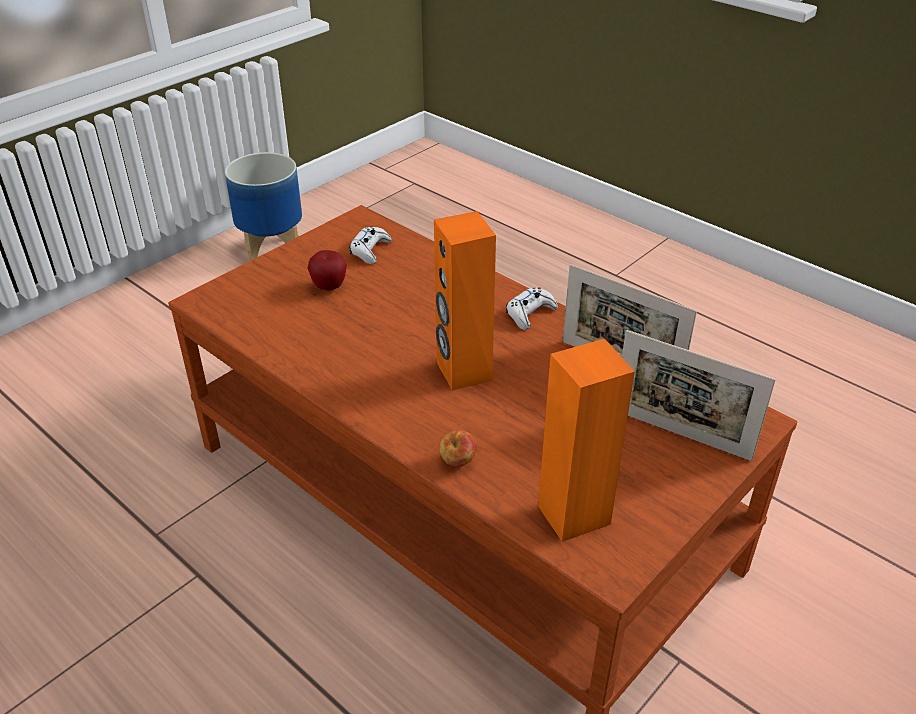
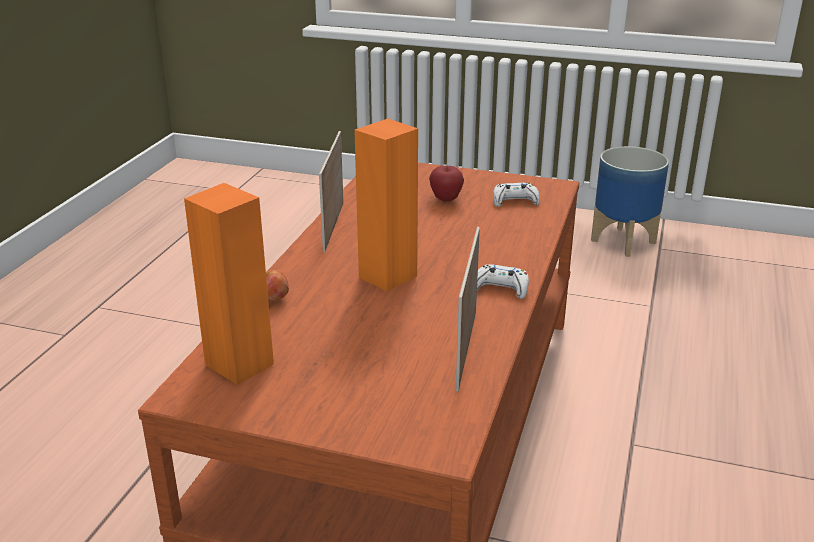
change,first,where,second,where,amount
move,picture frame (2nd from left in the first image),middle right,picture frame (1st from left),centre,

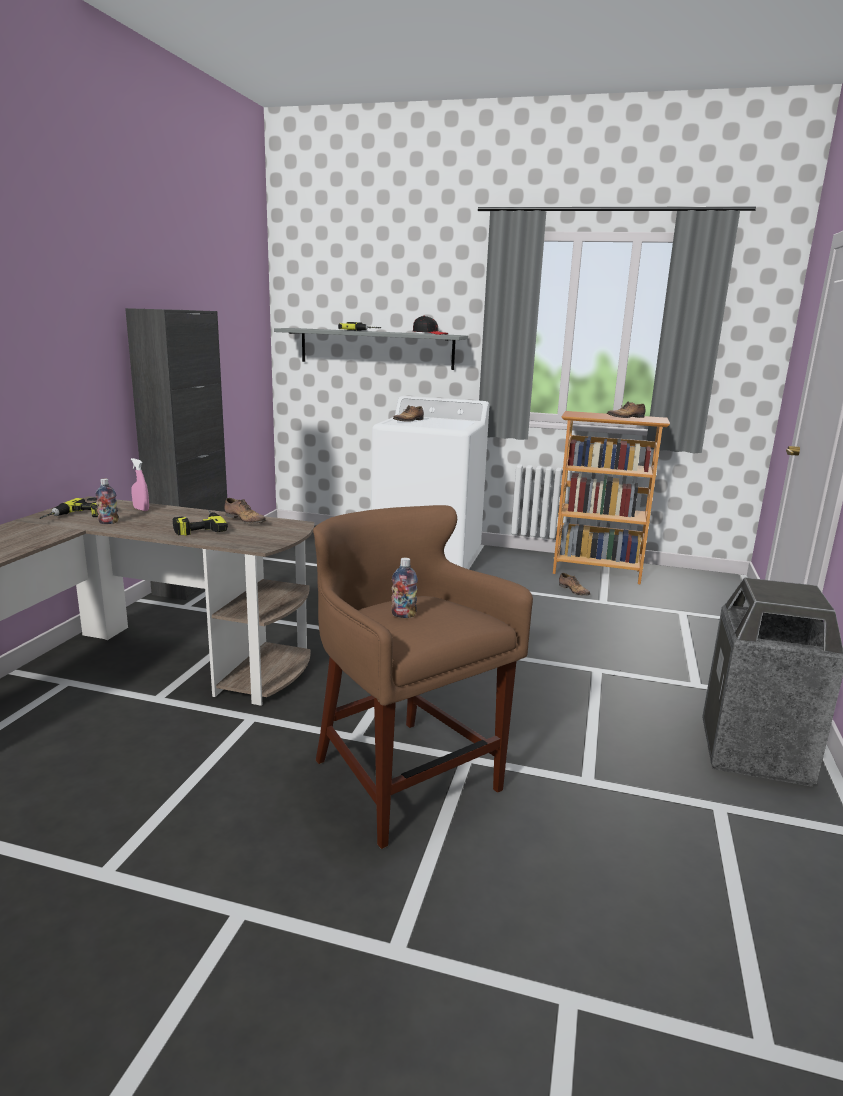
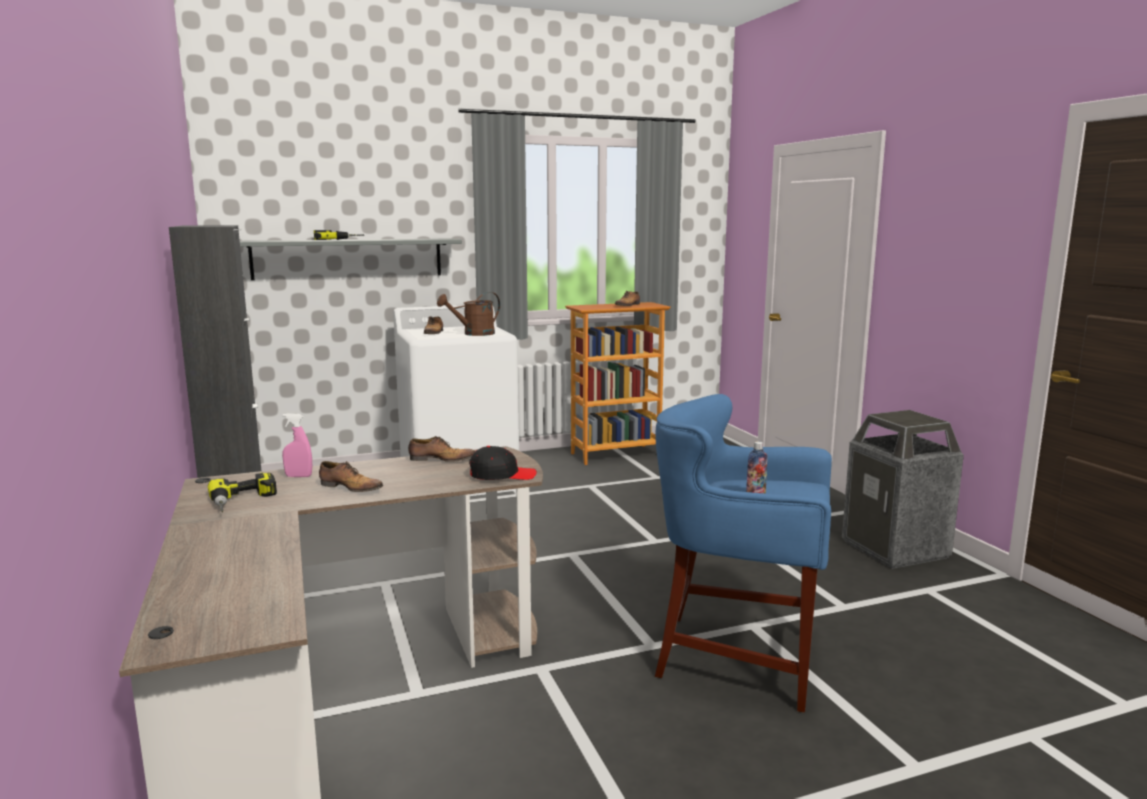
change,first,where,second,where,amount
move,shoe (3rd from left in the first image),middle right,shoe (1st from left),middle left,
insert,,,brown watering can,centre,
move,black cap,top centre,,centre,
recolor,brown stool,centre,blue stool,bottom centre,
delete,bottle (1st from left),middle left,,,
delete,power drill (2nd from left),middle left,,,

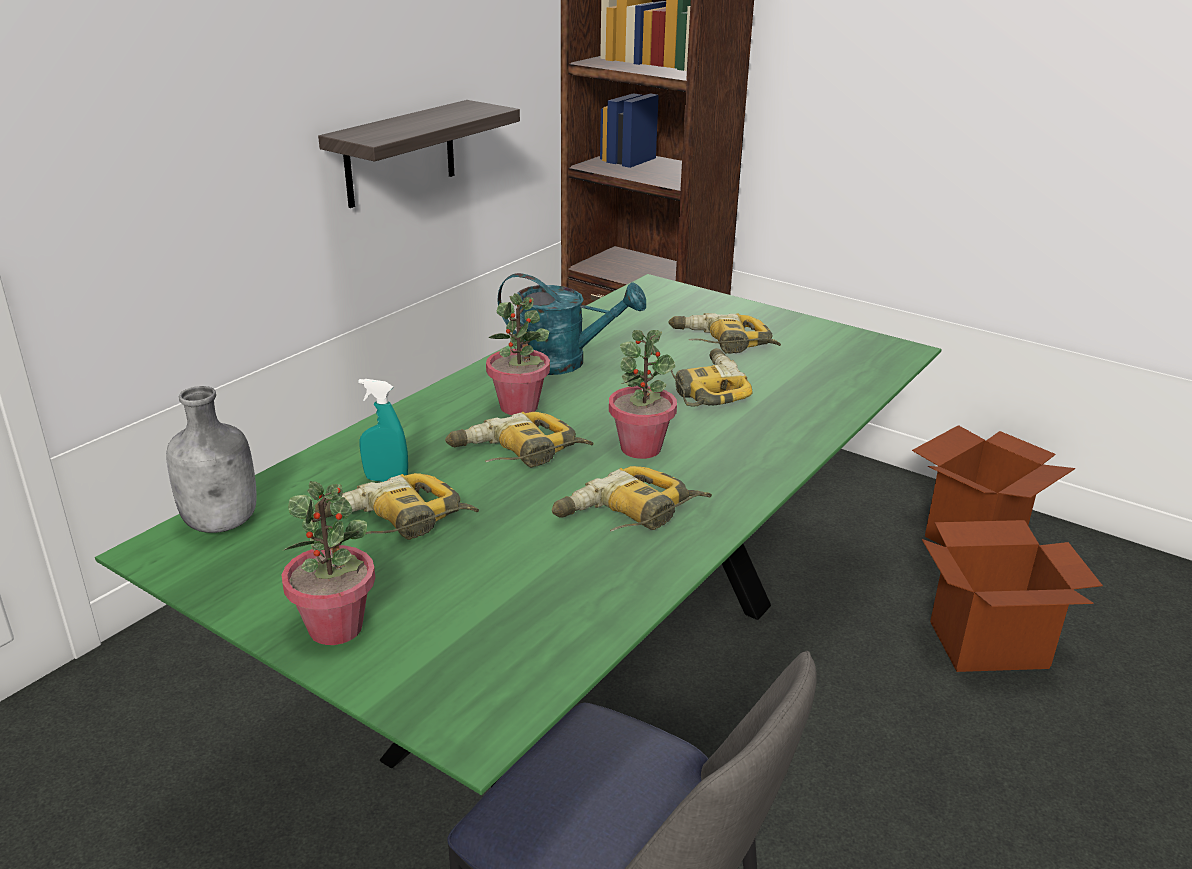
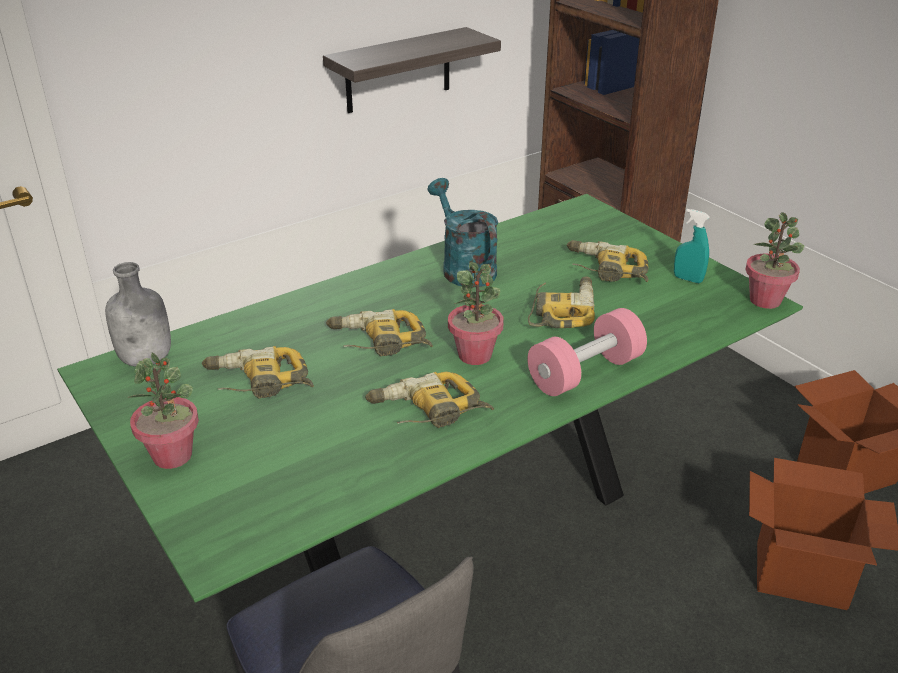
change,first,where,second,where,amount
rotate,turquoise watering can,centre,,centre,150 degrees counterclockwise
insert,,,pink dumbbell,centre,
move,turquoise spray bottle,middle left,,middle right,
move,potted plant (2nd from left in the first image),centre,potted plant (3rd from left),middle right,

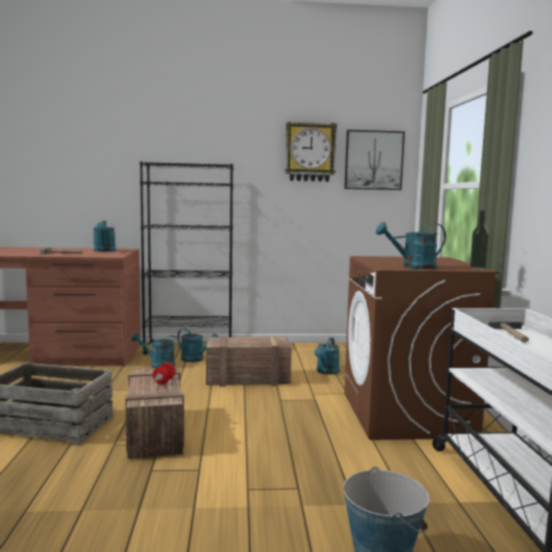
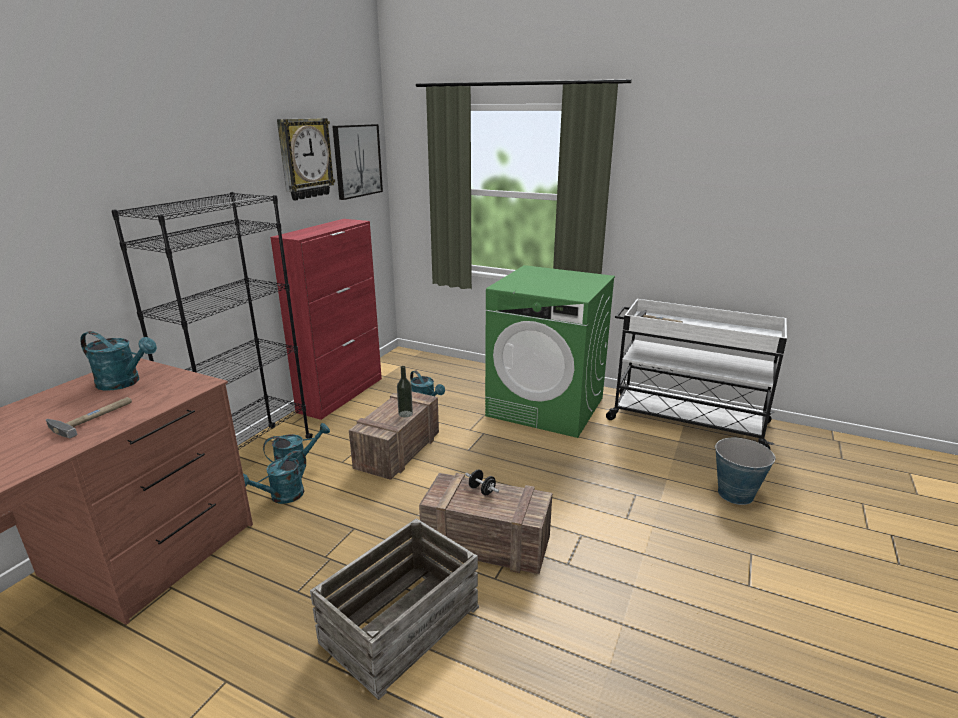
change,first,where,second,where,amount
insert,,,red cabinet,centre,
move,bottle,middle right,,centre,
recolor,red dumbbell,bottom left,black dumbbell,bottom centre,
recolor,brown washing machine,middle right,green washing machine,centre,
delete,turquoise watering can (5th from left),middle right,,,

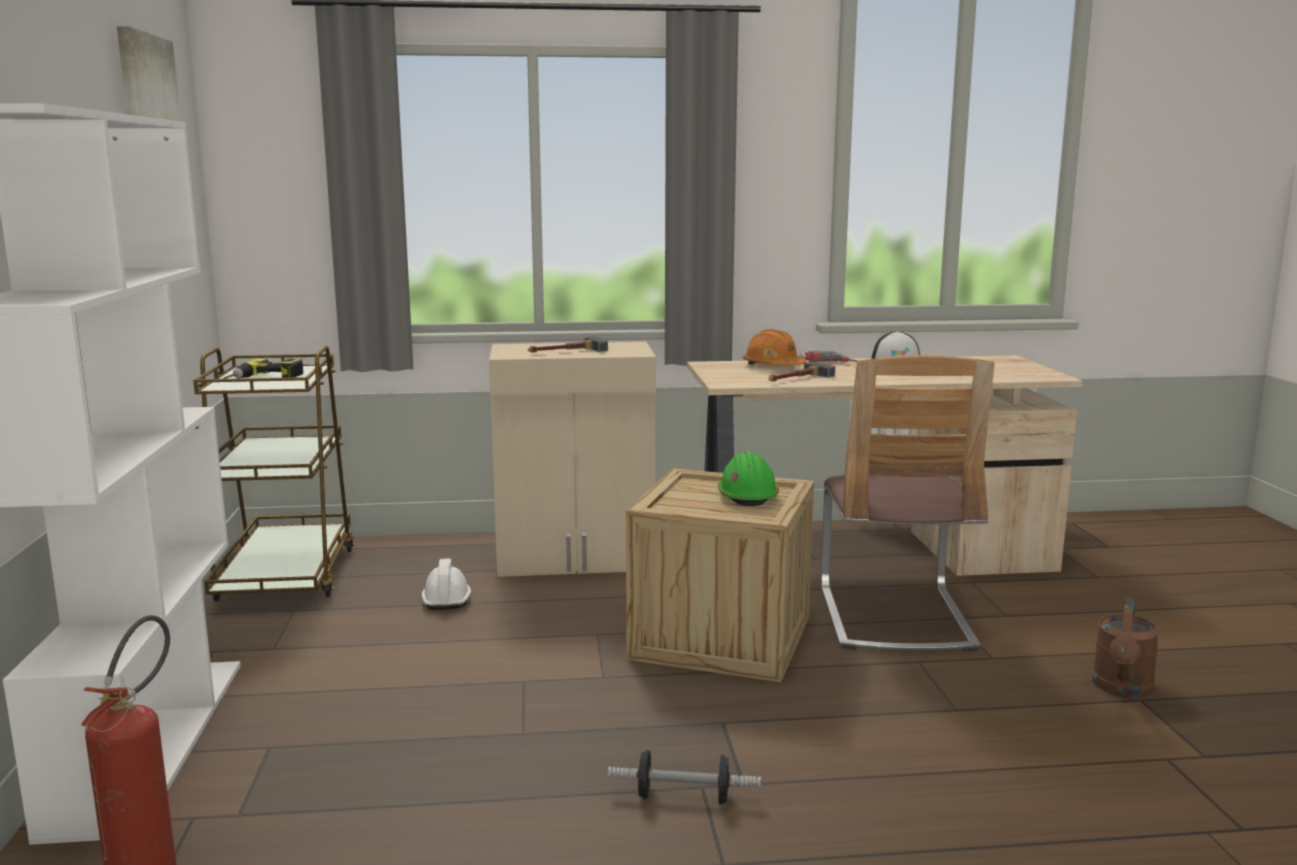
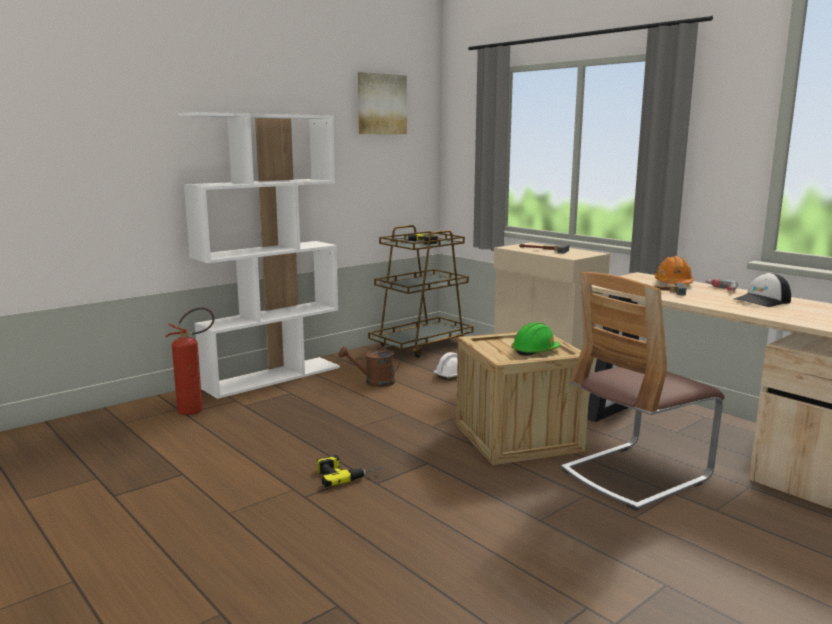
change,first,where,second,where,amount
replace,dumbbell,bottom centre,power drill (1st from left),bottom centre,
move,brown watering can,bottom right,,centre,

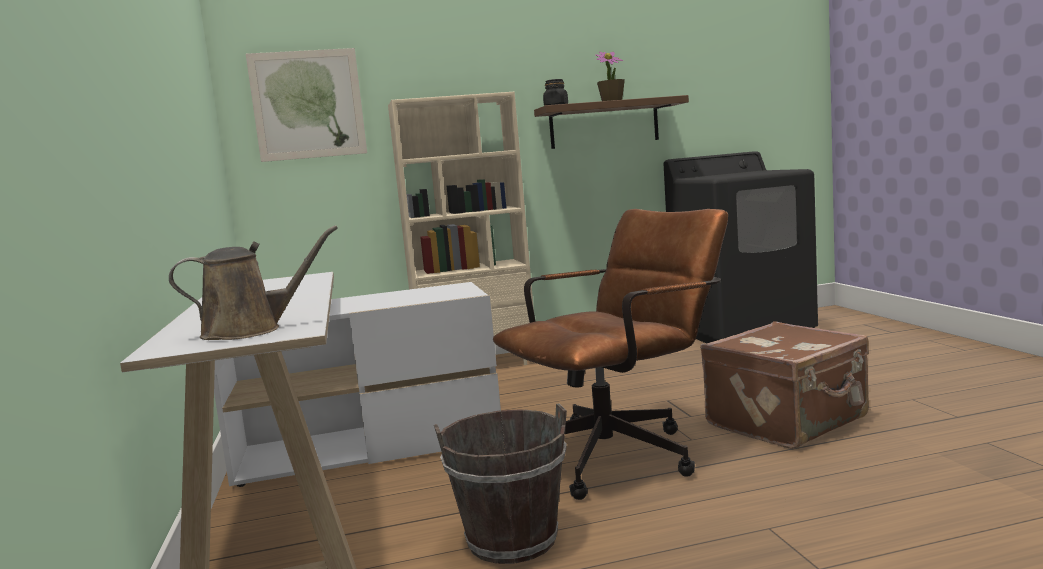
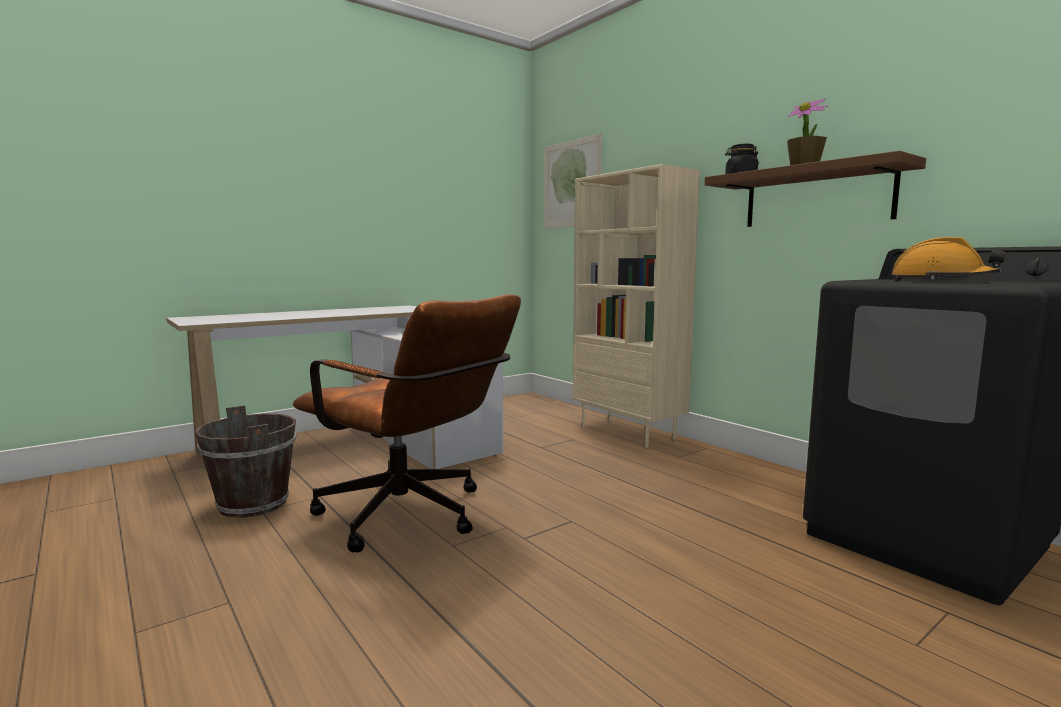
change,first,where,second,where,amount
insert,,,orange hard hat,middle right,
delete,brown watering can,middle left,,,
delete,brown suitcase,bottom right,,,

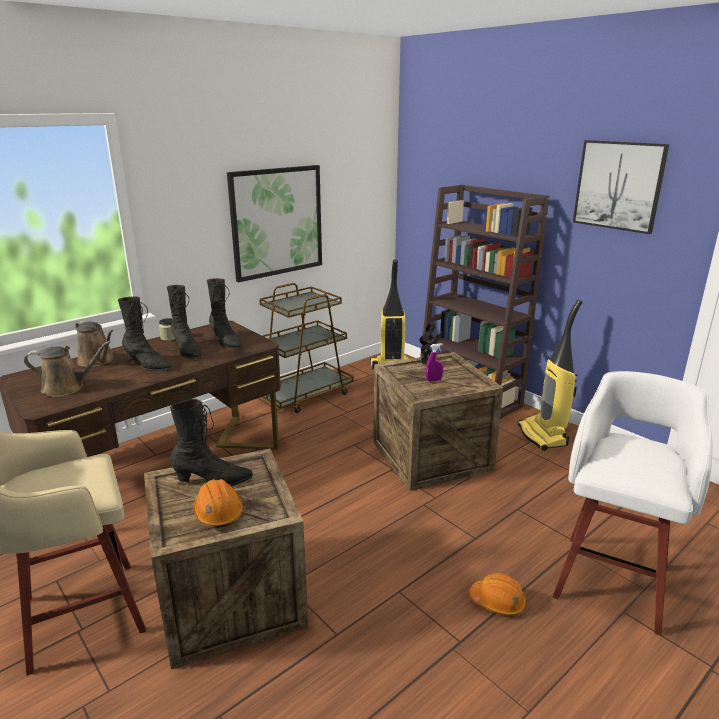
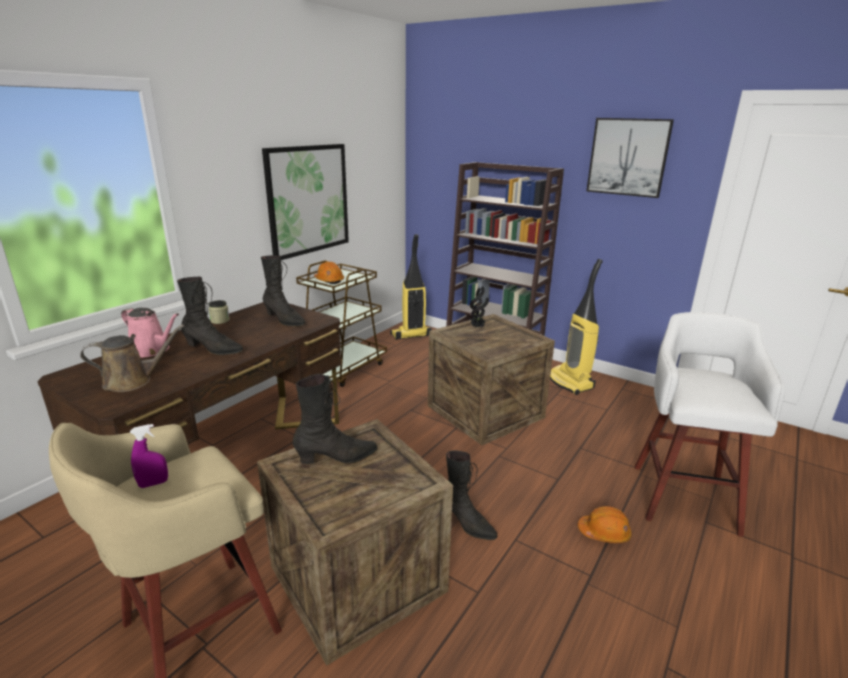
change,first,where,second,where,amount
recolor,brown watering can (2nd from left),middle left,pink watering can,middle left,
move,purple spray bottle,centre,,bottom left,
move,orange hard hat (1st from left),bottom left,,centre,
move,black boot (2nd from left in the first image),middle left,black boot (4th from left),bottom centre,

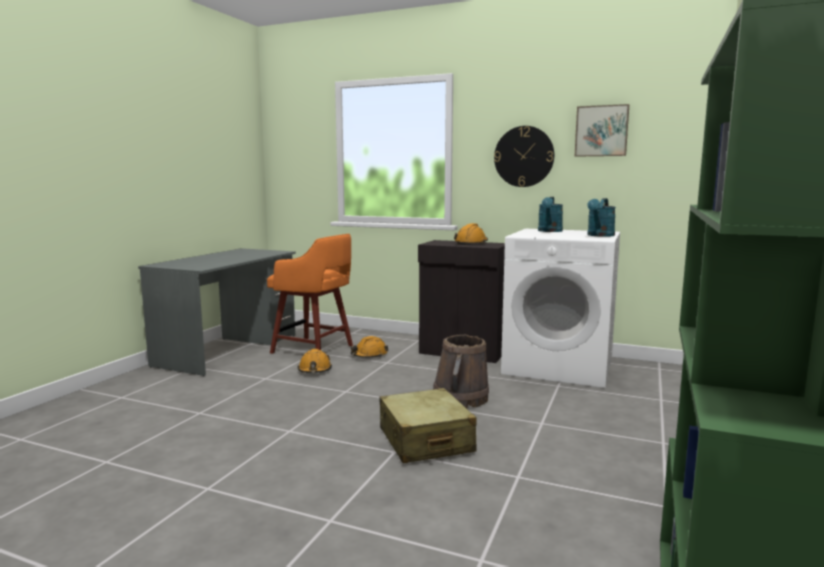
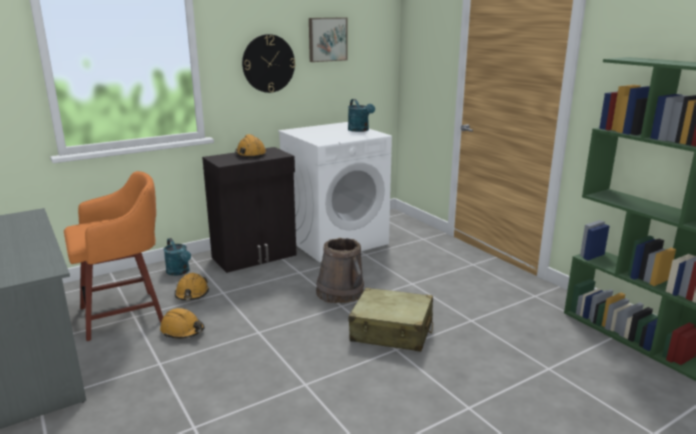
change,first,where,second,where,amount
move,turquoise watering can (1st from left),middle right,,middle left,

